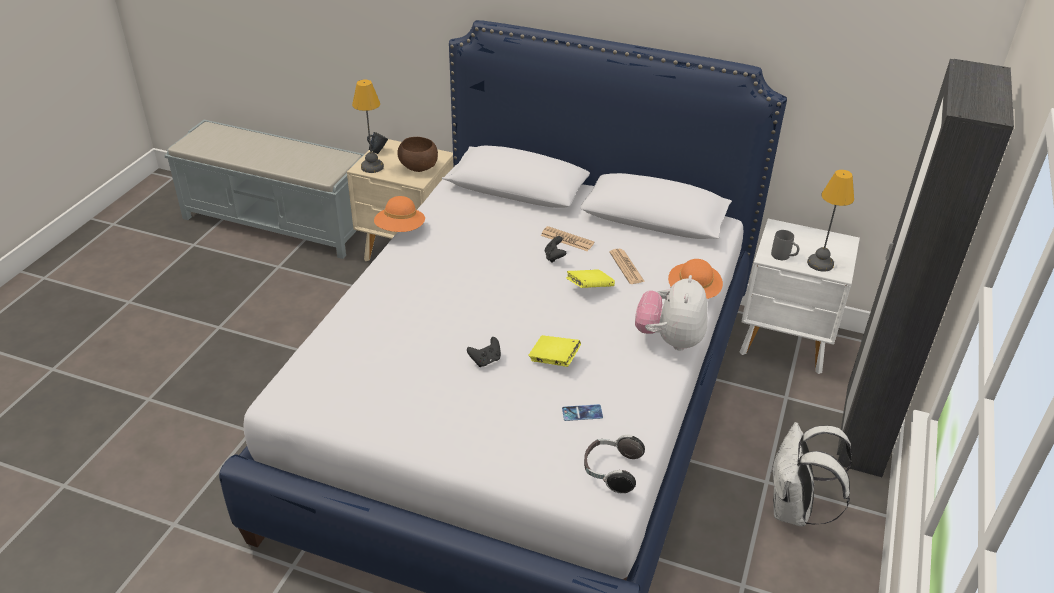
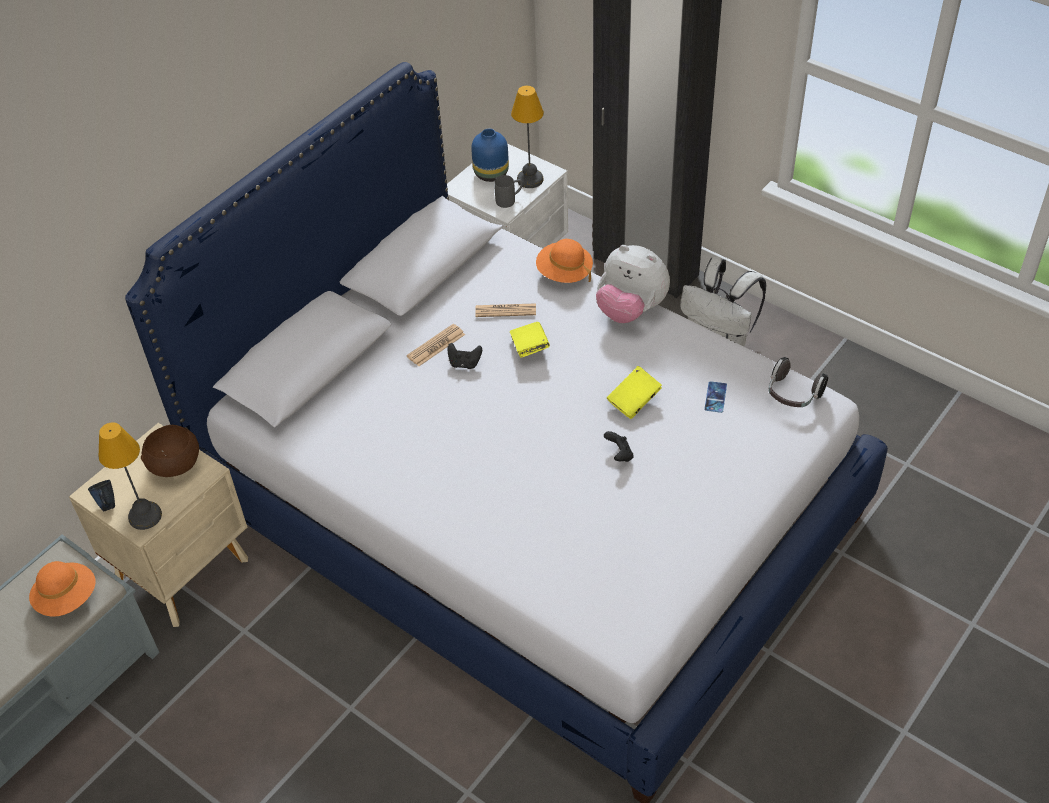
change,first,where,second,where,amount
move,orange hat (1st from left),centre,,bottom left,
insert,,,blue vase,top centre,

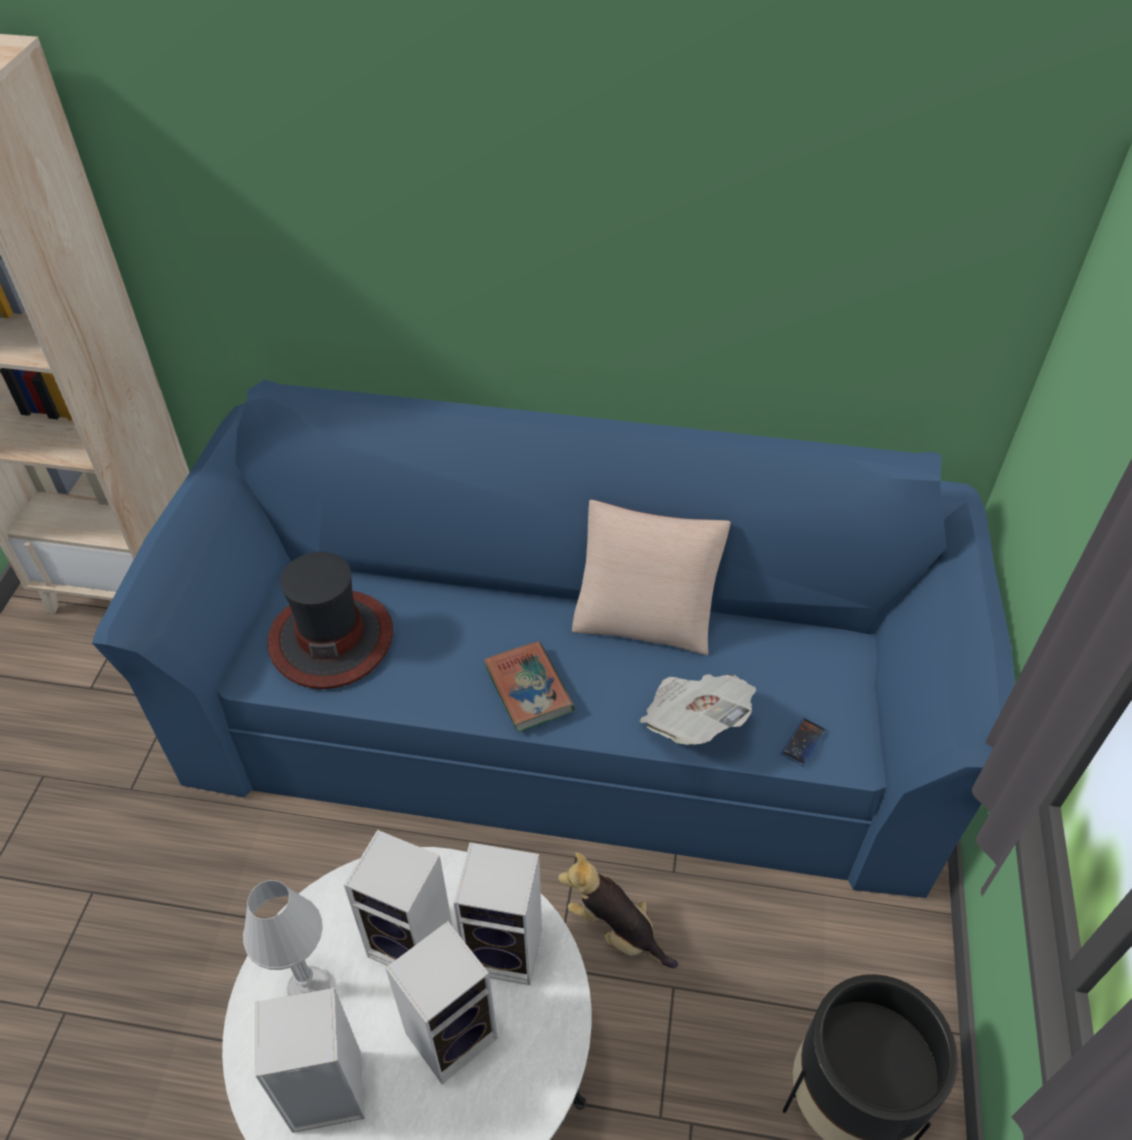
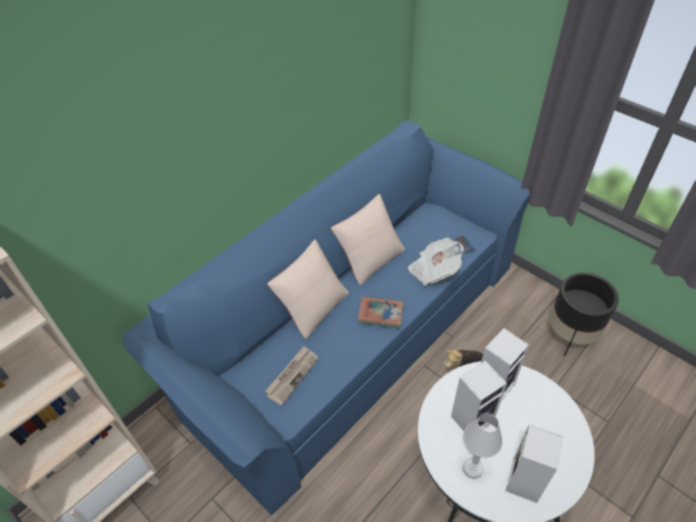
change,first,where,second,where,amount
replace,hat,middle left,newspaper (1st from left),bottom centre,
insert,,,beige pillow (1st from left),centre,
delete,speaker (3rd from left),bottom centre,,,

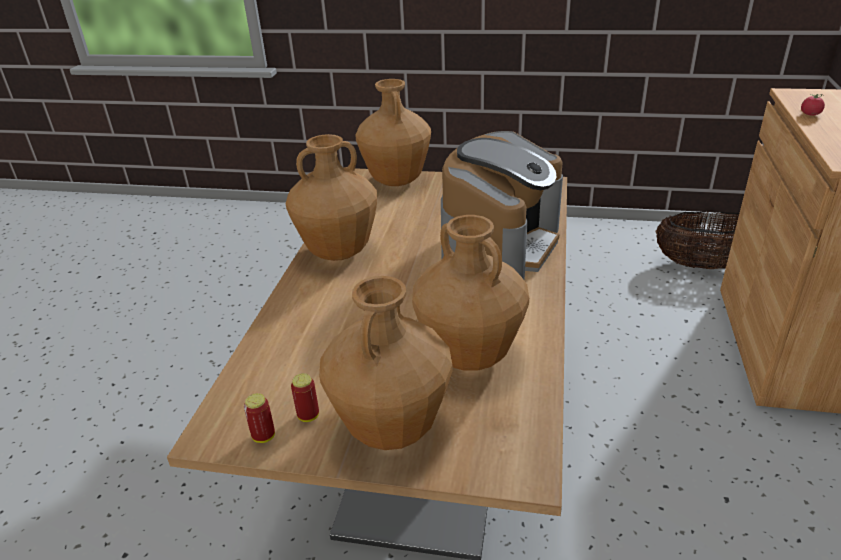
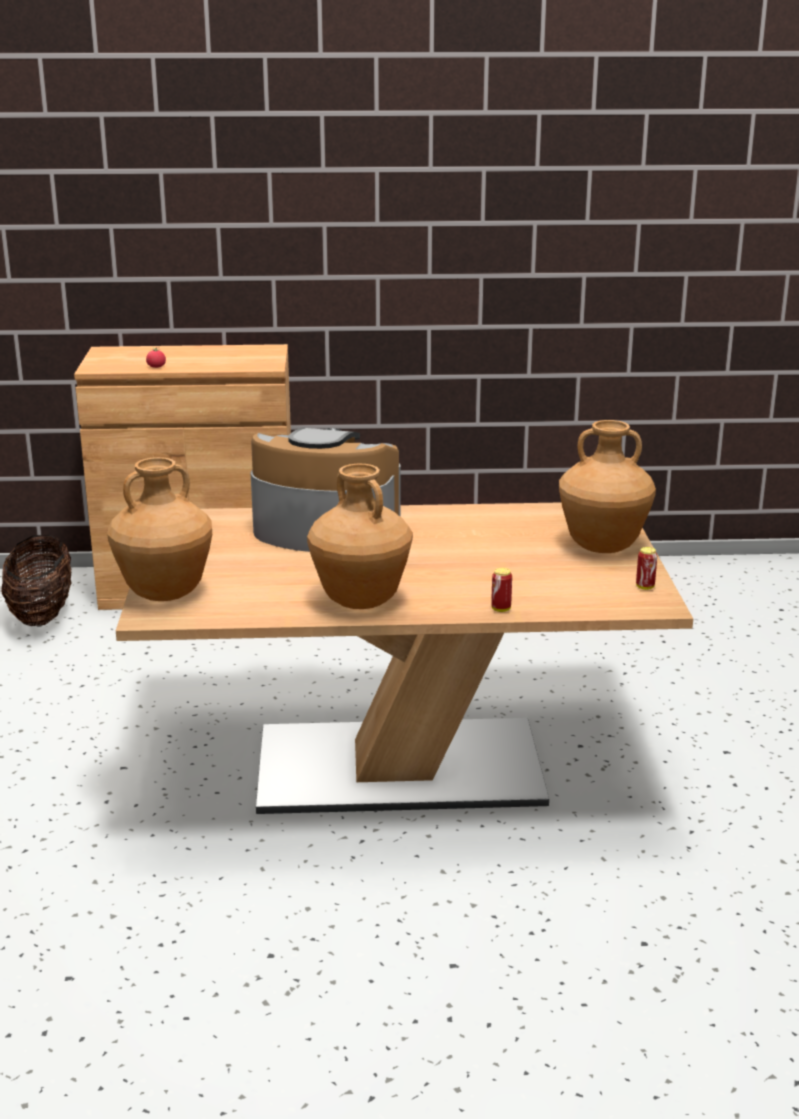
change,first,where,second,where,amount
move,can (2nd from left in the first image),bottom centre,can (1st from left),centre,
delete,brown vase (4th from left),centre,,,

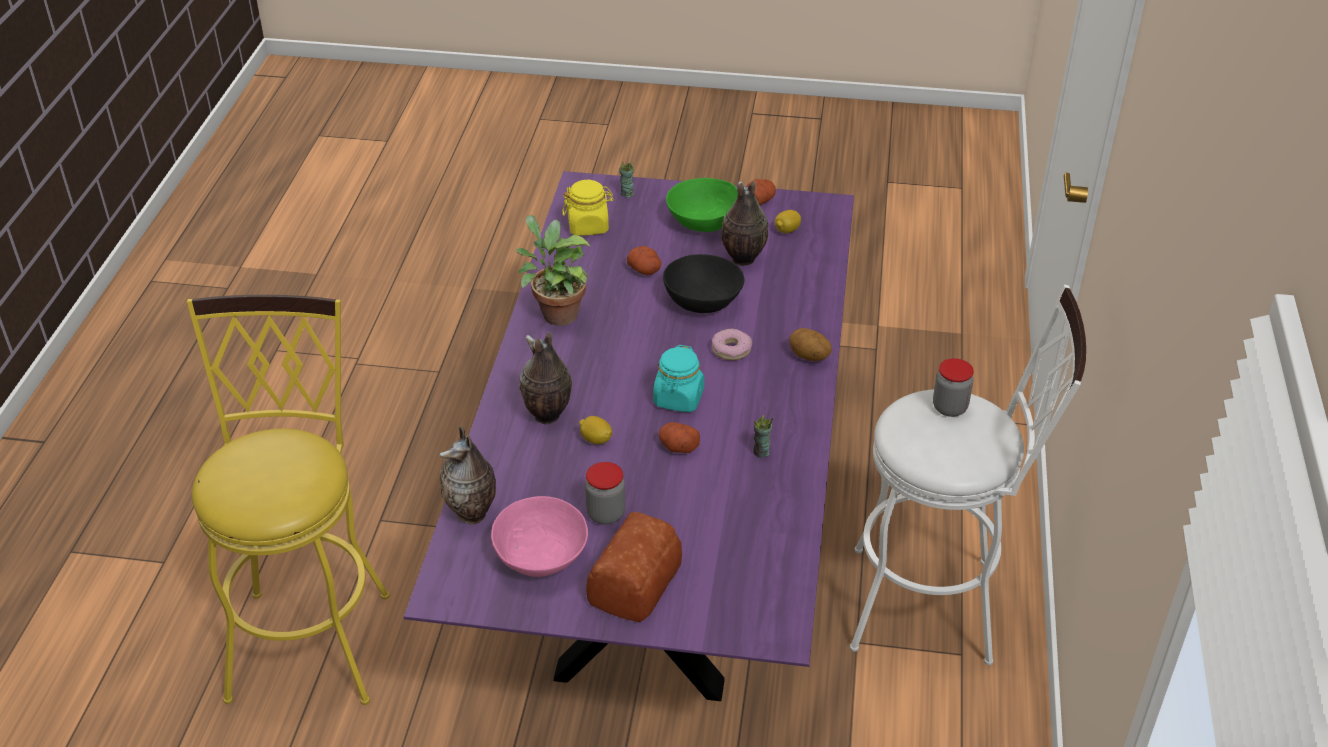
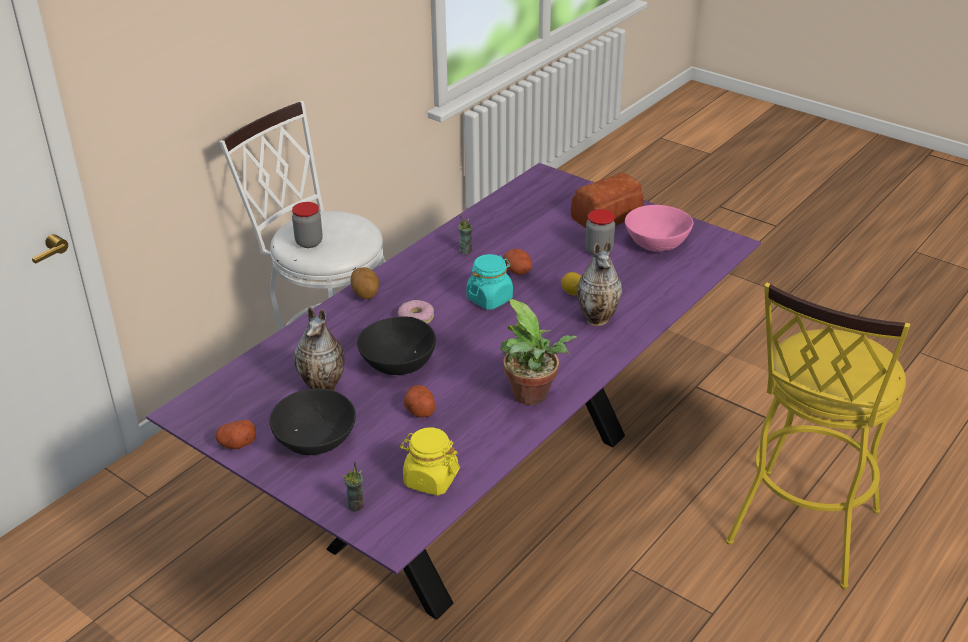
change,first,where,second,where,amount
recolor,green bowl,top centre,black bowl (1st from left),middle left,
delete,vase (1st from left),centre,,,
delete,lemon (2nd from left),top centre,,,

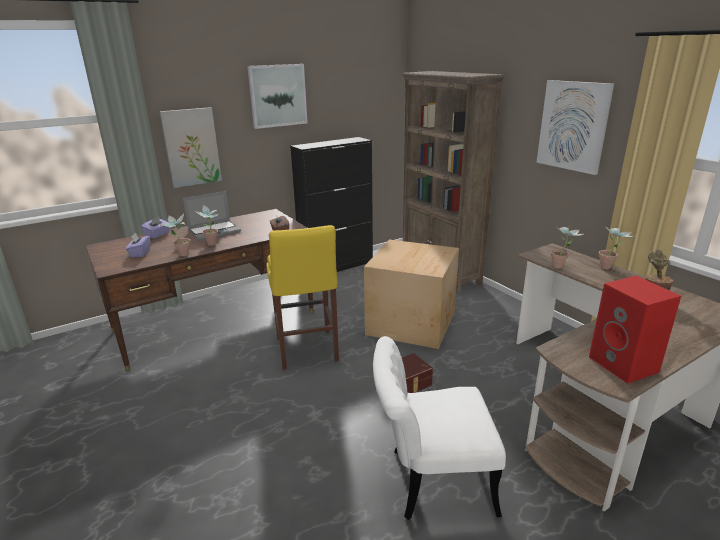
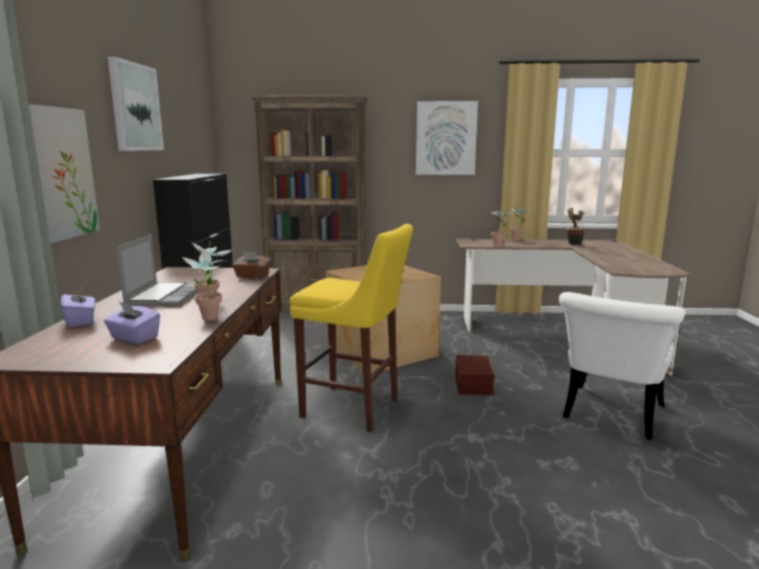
change,first,where,second,where,amount
delete,red speaker,middle right,,,

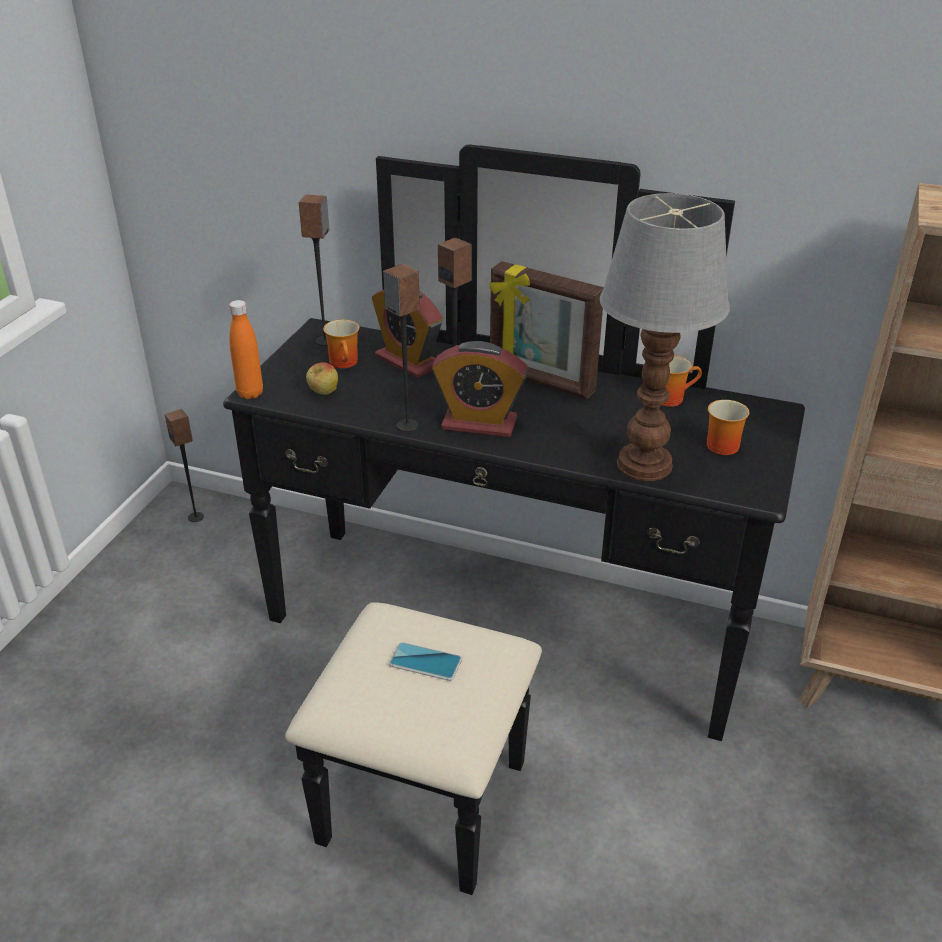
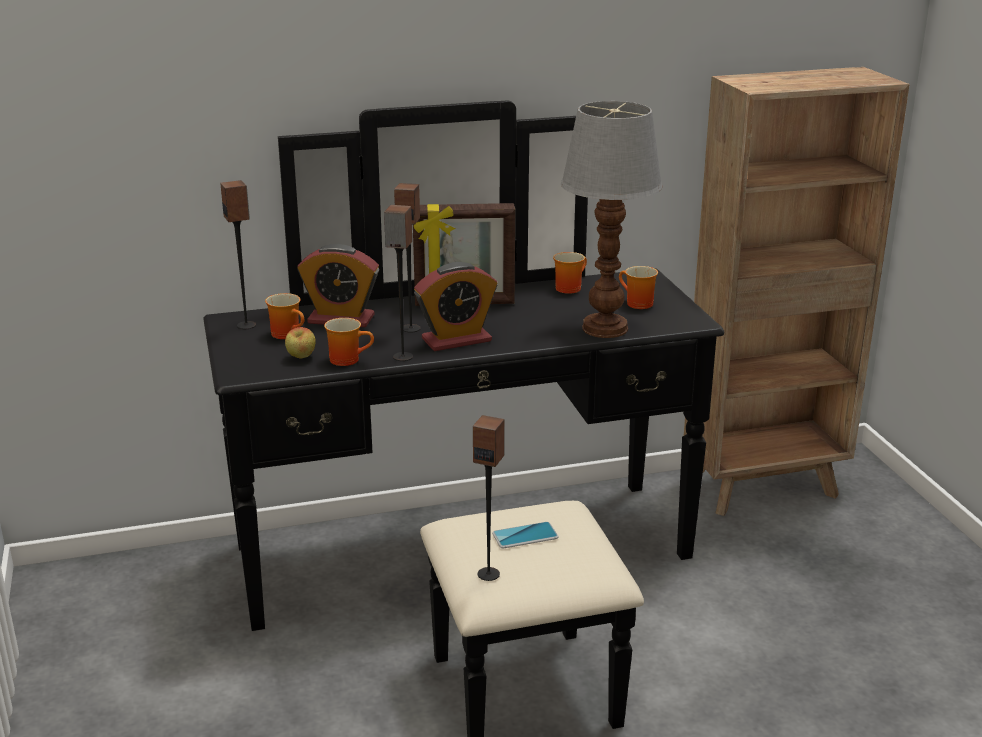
change,first,where,second,where,amount
insert,,,mug (2nd from left),centre,
move,speaker (1st from left in the first image),middle left,speaker (4th from left),bottom centre,
delete,orange bottle,middle left,,,

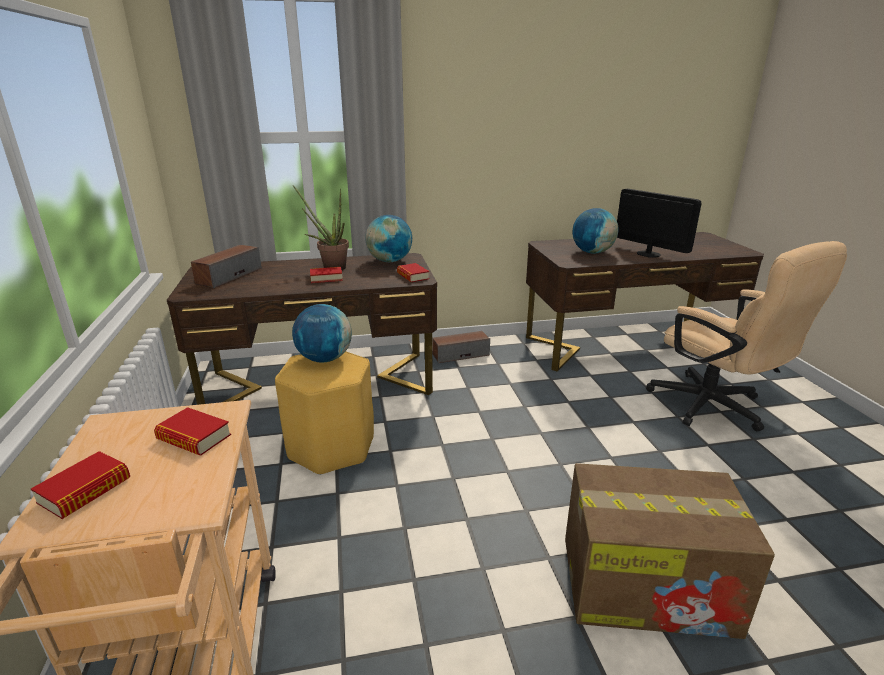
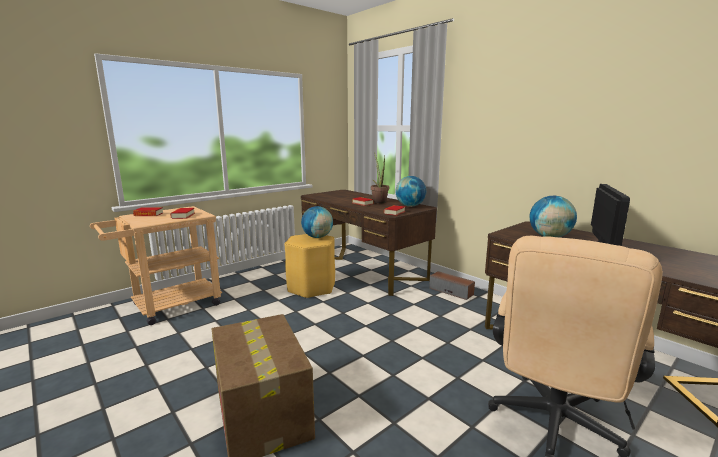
change,first,where,second,where,amount
delete,speaker (1st from left),middle left,,,

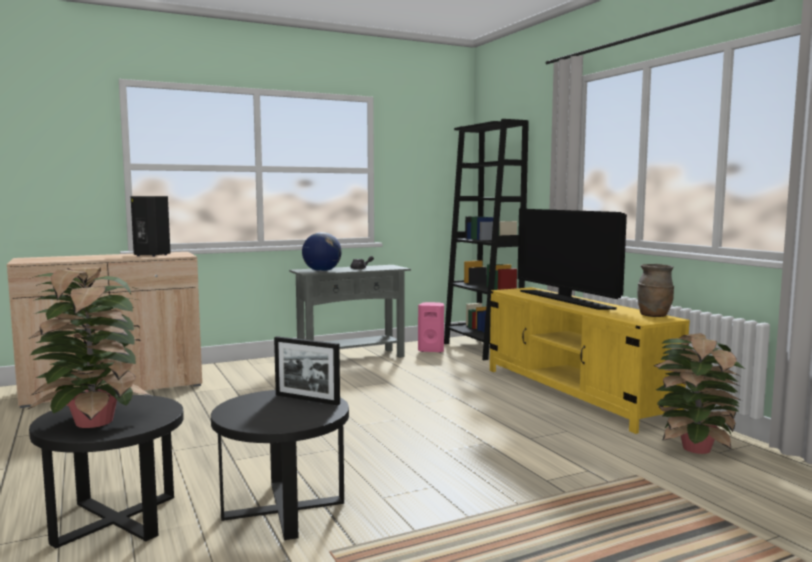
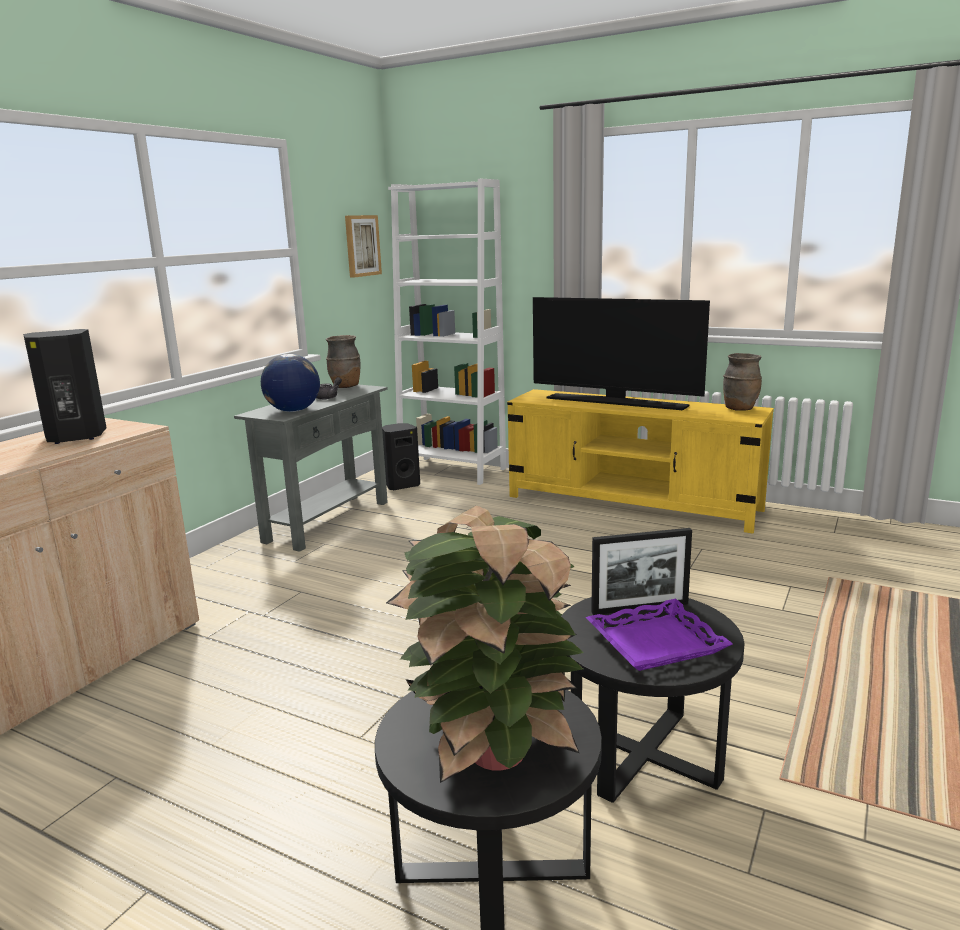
change,first,where,second,where,amount
insert,,,brown vase (1st from left),centre,
insert,,,picture,top centre,
recolor,pink speaker,centre,black speaker (2nd from left),centre,
recolor,black bookcase,centre,white bookcase,centre,
insert,,,purple tray,bottom right,
delete,potted plant (2nd from left),bottom right,,,

